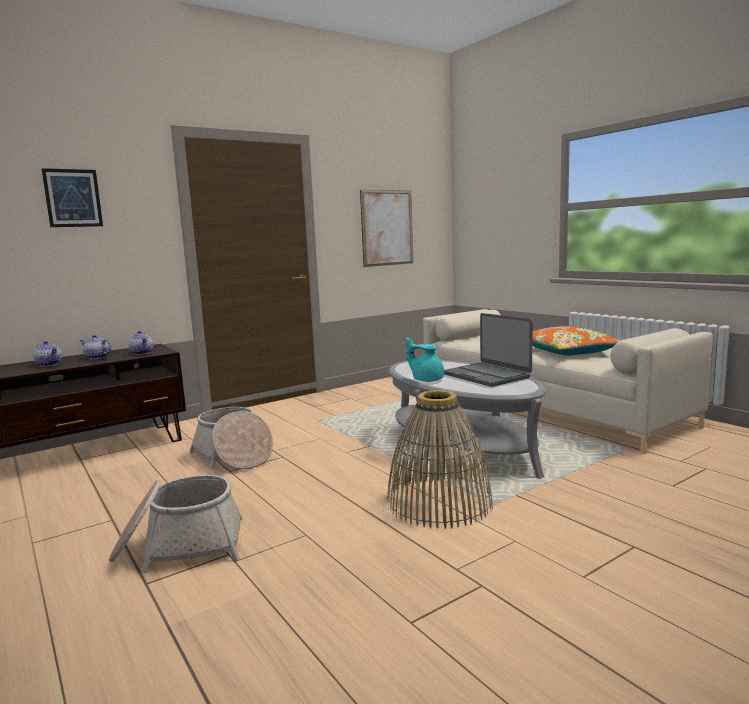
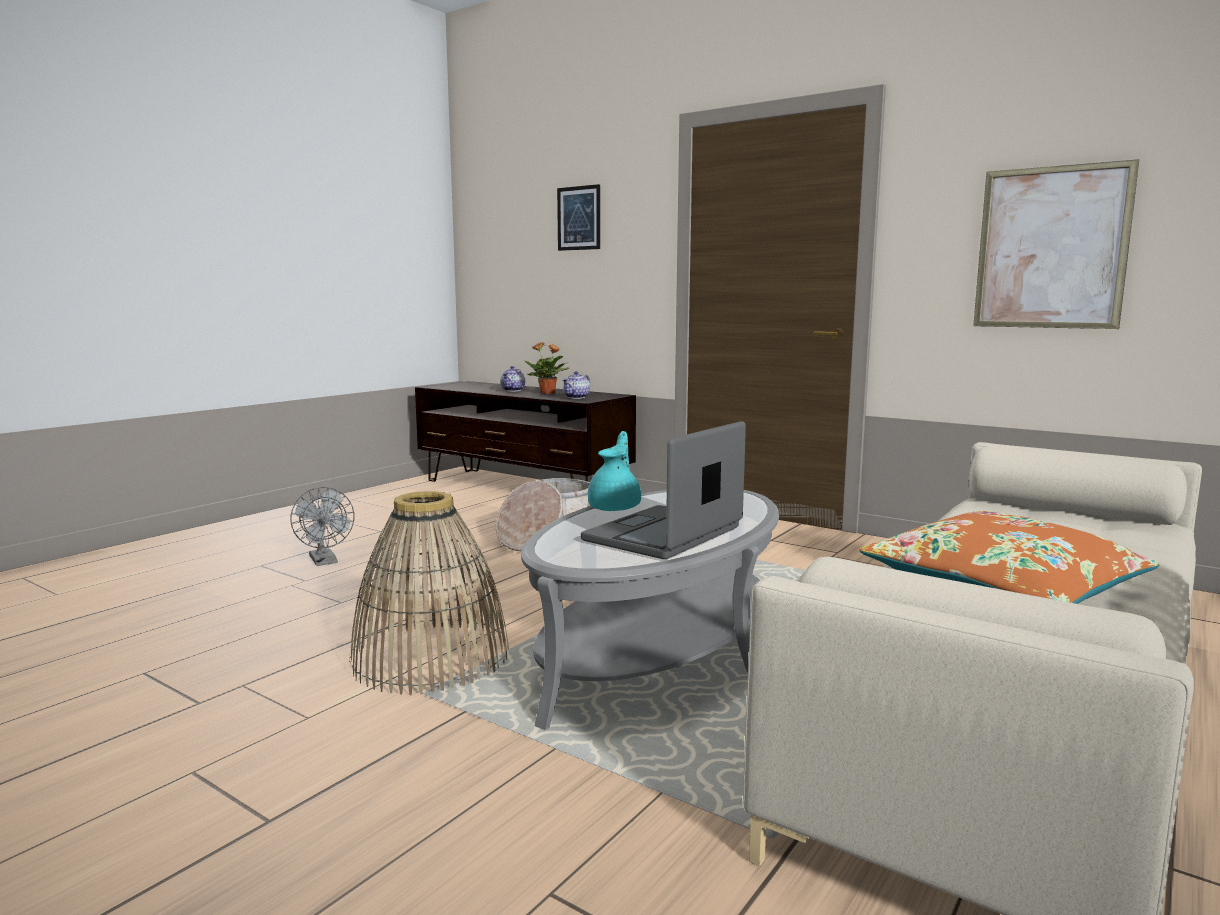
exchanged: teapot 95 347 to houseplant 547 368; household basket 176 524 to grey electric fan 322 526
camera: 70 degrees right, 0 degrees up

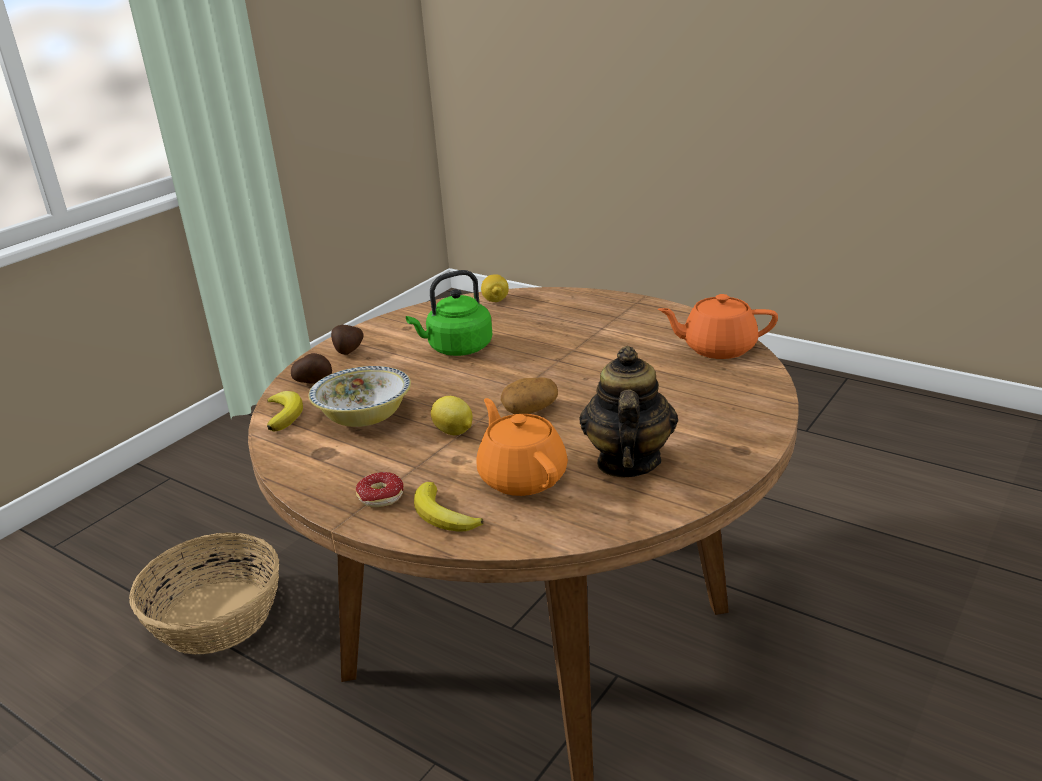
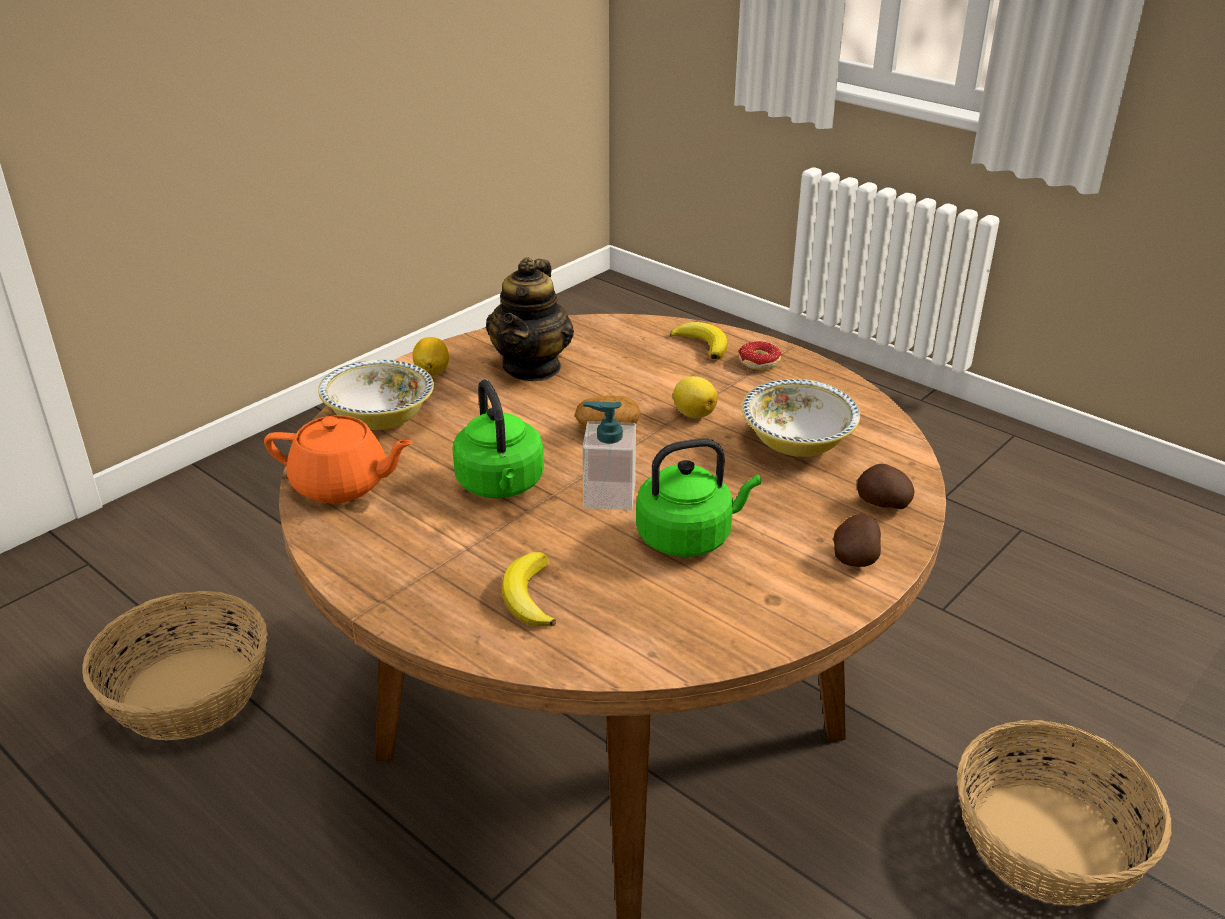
missing: orange-coloured teapot 522 447
appeared: household basket 175 665; bowl 376 395; greenish tea kettle 498 438; soap bottle 609 455
relocated: whole banana 285 411 to 528 589; lemon 495 288 to 430 356
camera: 175 degrees left, 5 degrees up

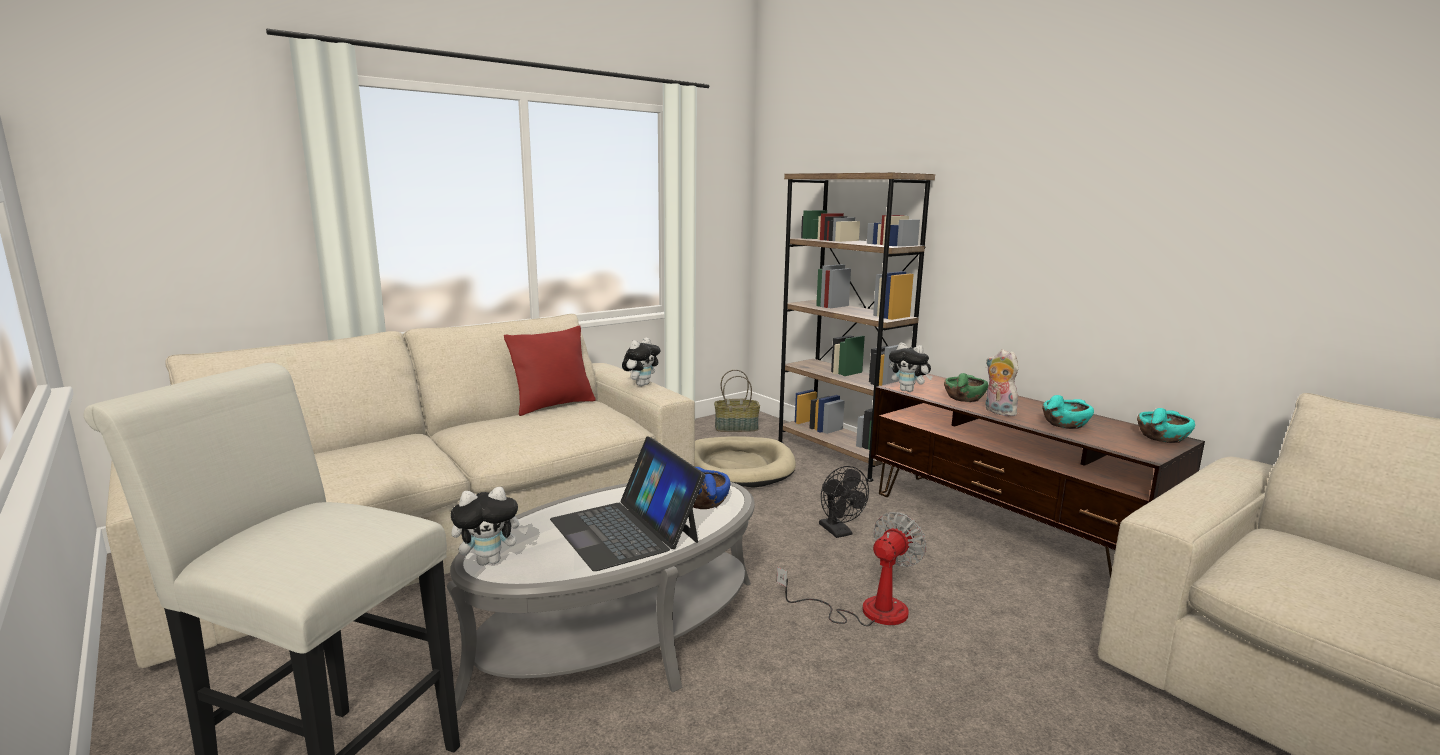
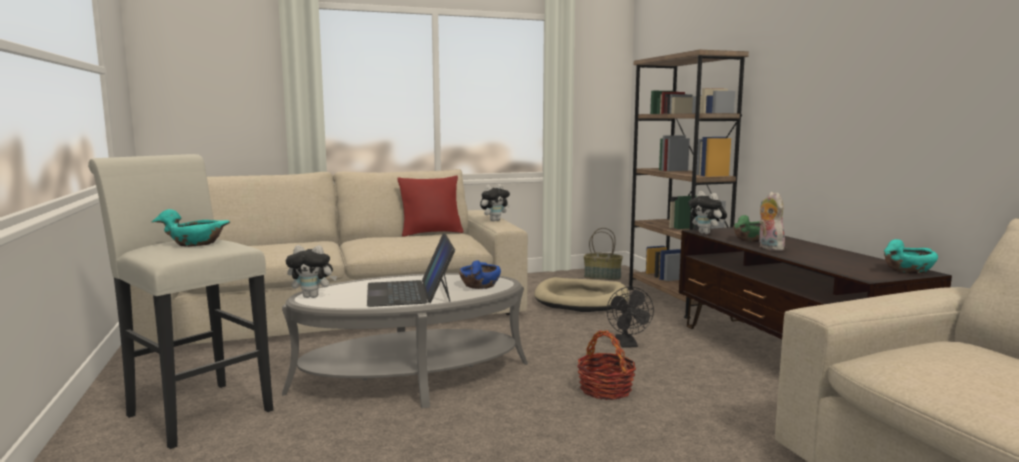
relocated: turquoise-coloured bowl 1068 412 to 191 228
exchanged: electric fan 852 569 to household basket 606 365
camera: 20 degrees right, 5 degrees down

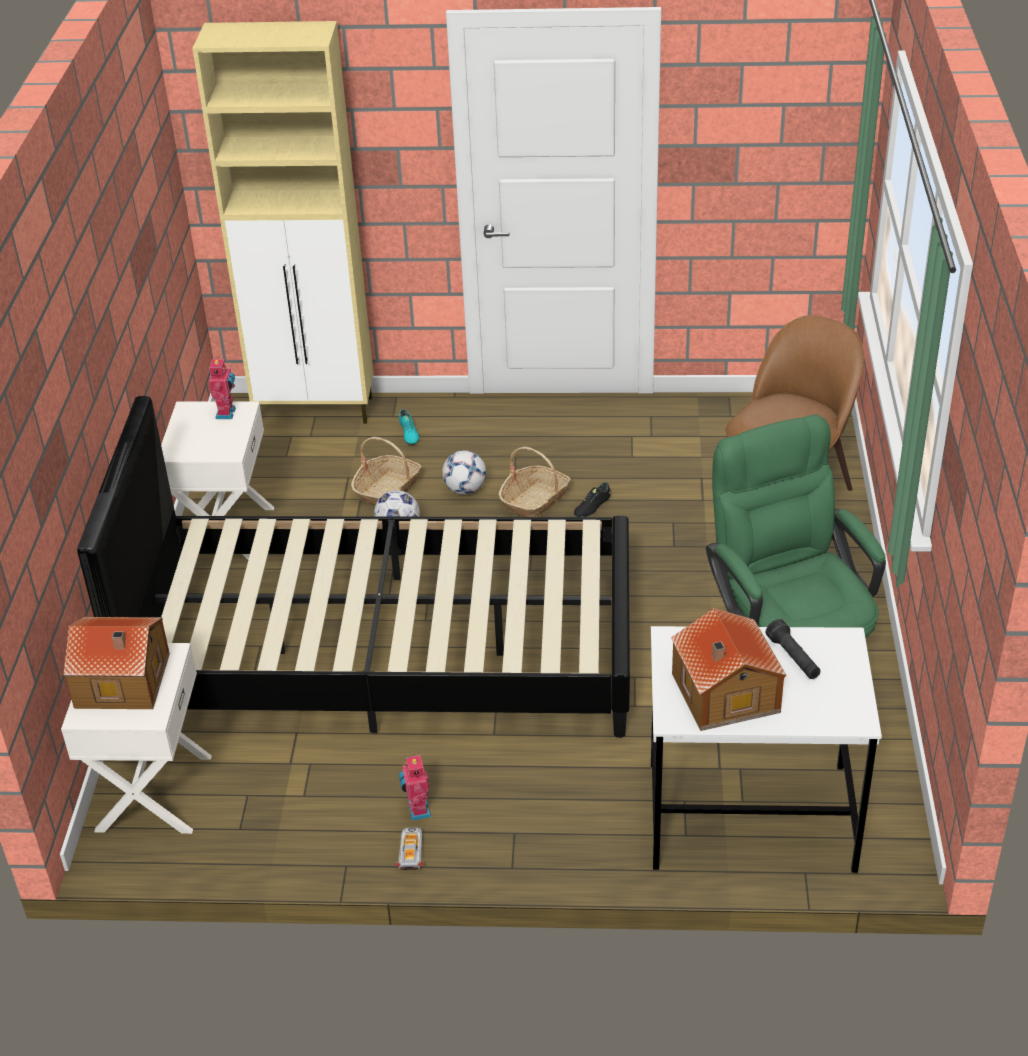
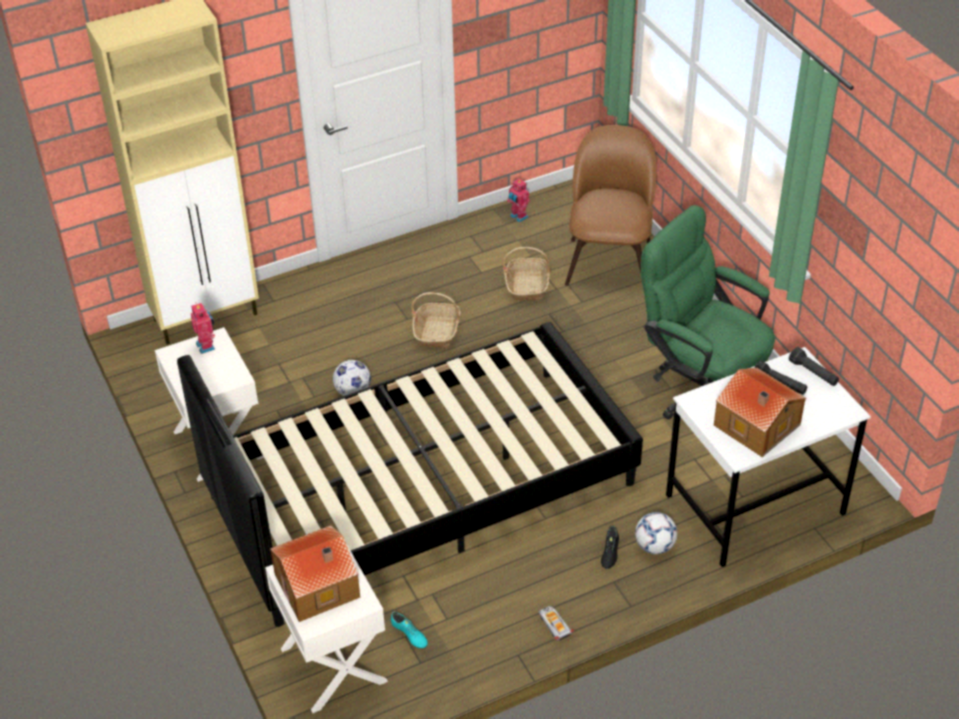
appeared: blackish hand torch 814 366
relocated: household basket 386 471 to 526 274; turquoise-coloured item of footwear 409 427 to 409 630; model robot 415 787 to 518 200; football ball 464 472 to 656 533; blackish item of footwear 592 499 to 610 547
camera: 30 degrees left, 5 degrees up

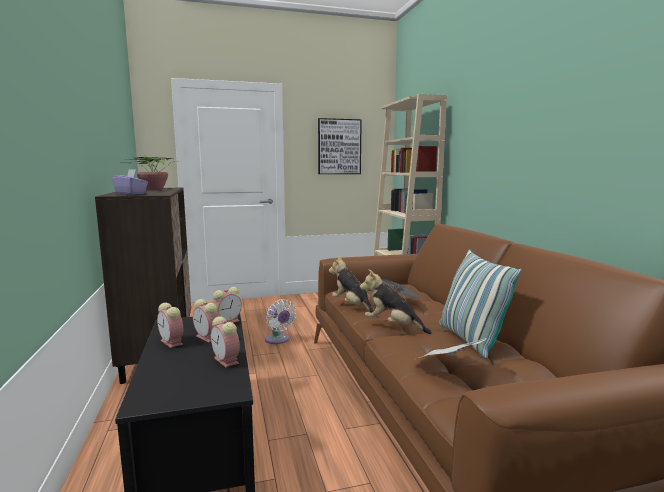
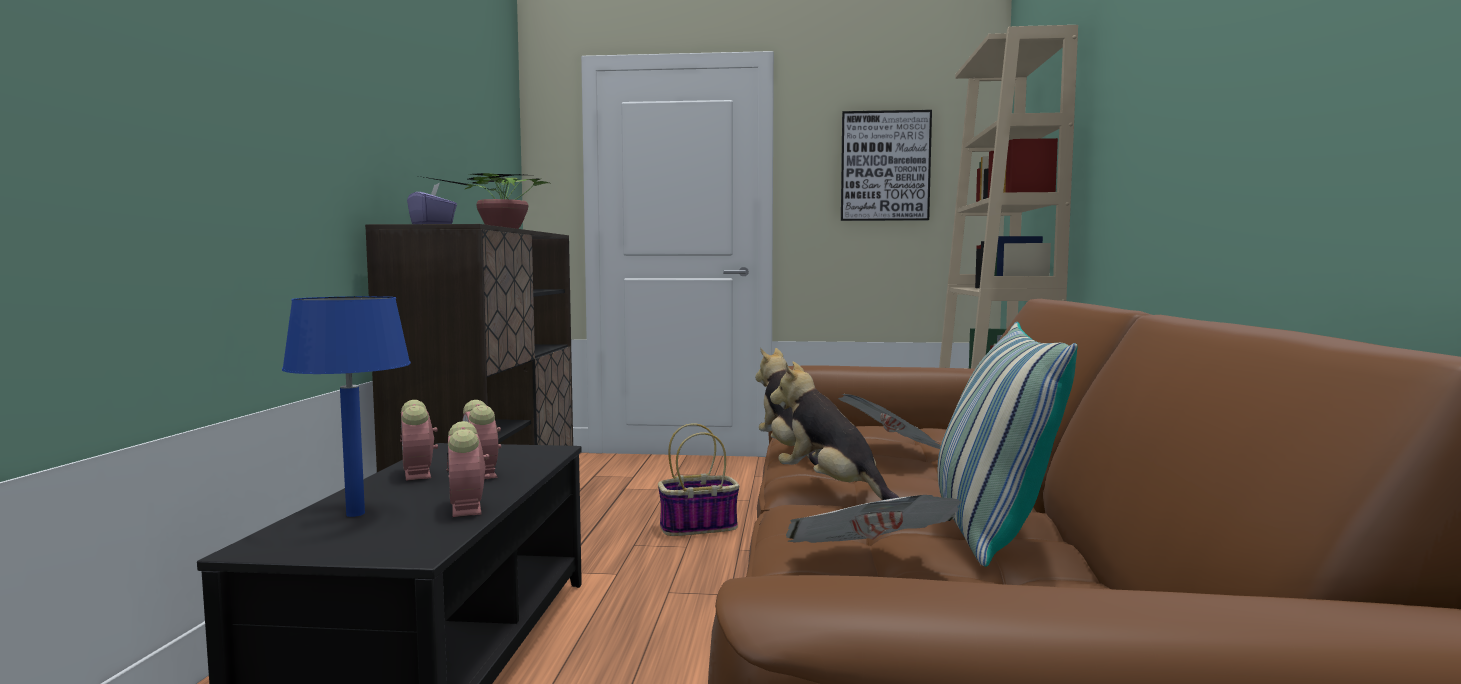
missing: table clock 227 305
appeared: blue tabletop lamp 346 406
exchanged: white electric fan 280 321 to household basket 698 479
camera: 20 degrees right, 5 degrees down

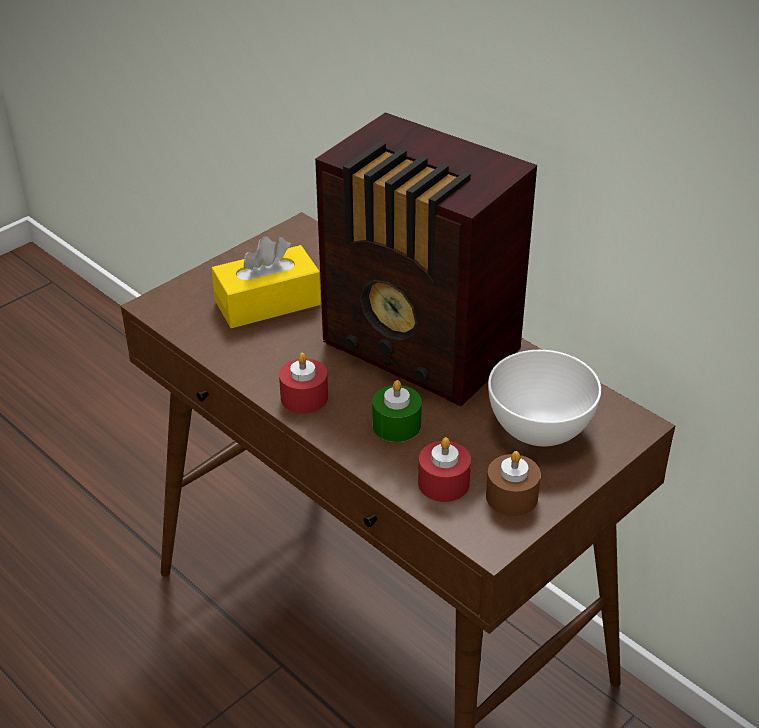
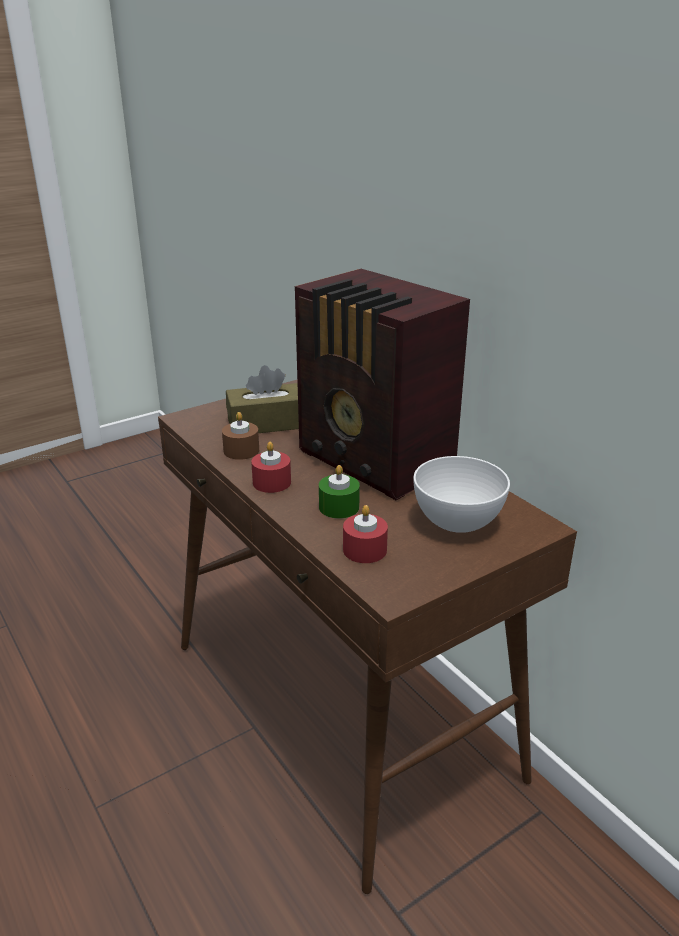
relocated: brownish candle 513 483 to 240 436
colour: yellowish tissue holder 266 282 to brownish tissue holder 262 399
camera: 10 degrees right, 10 degrees down

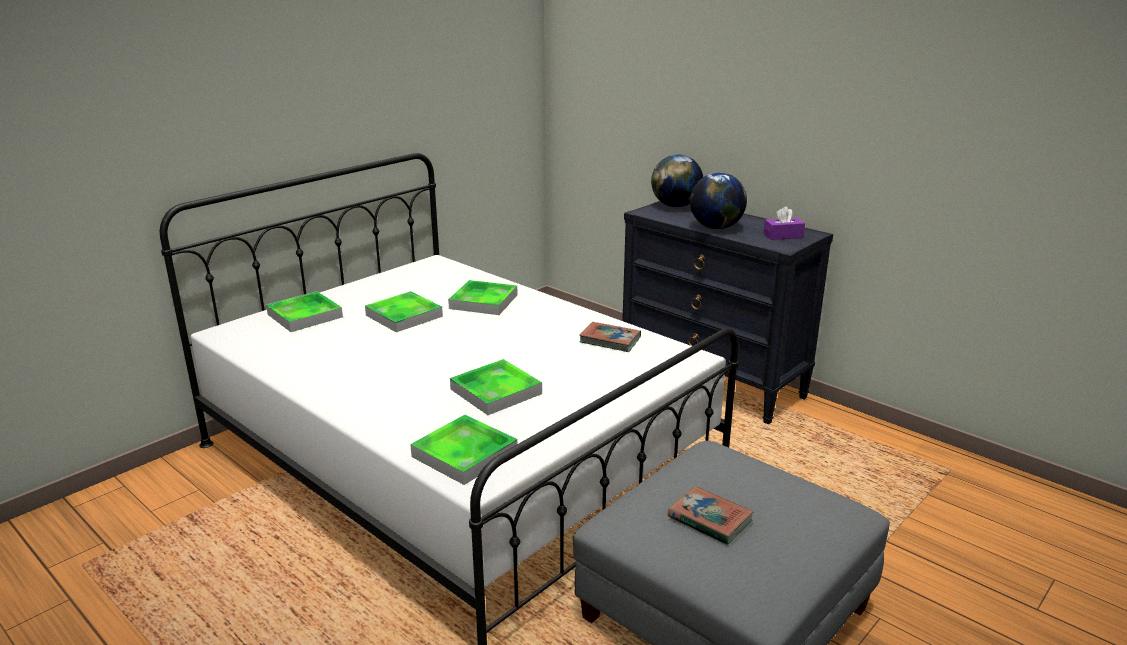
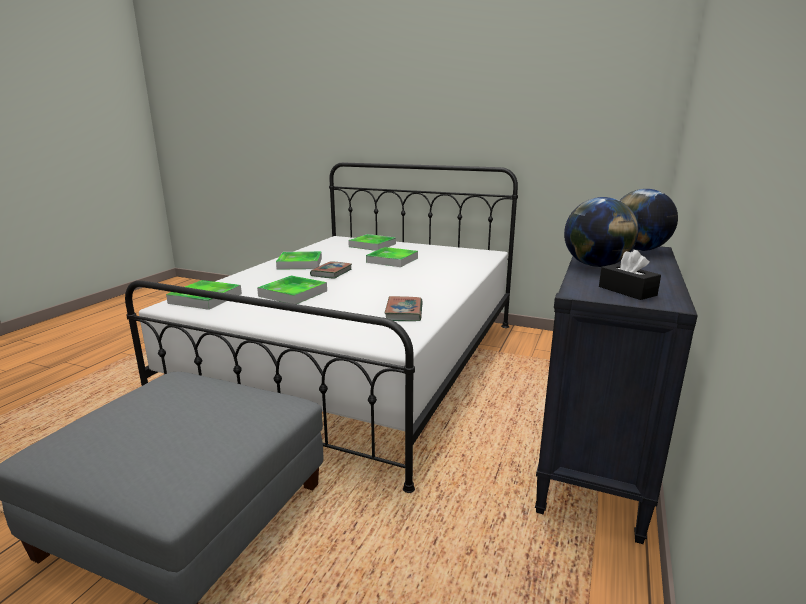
relocated: carrying tray 483 297 to 299 260; book 711 515 to 331 270
colour: purplish tissue holder 784 223 to blackish tissue holder 630 275
camera: 70 degrees right, 5 degrees down

